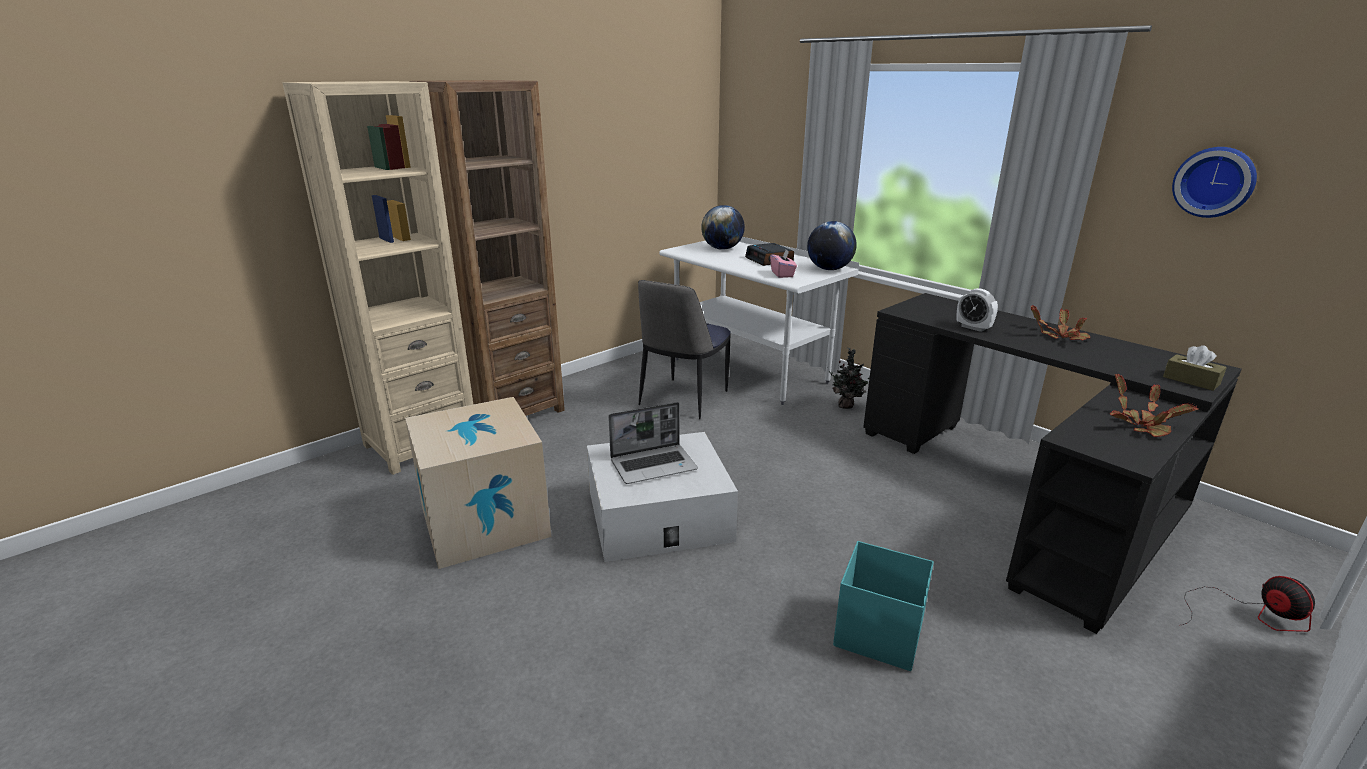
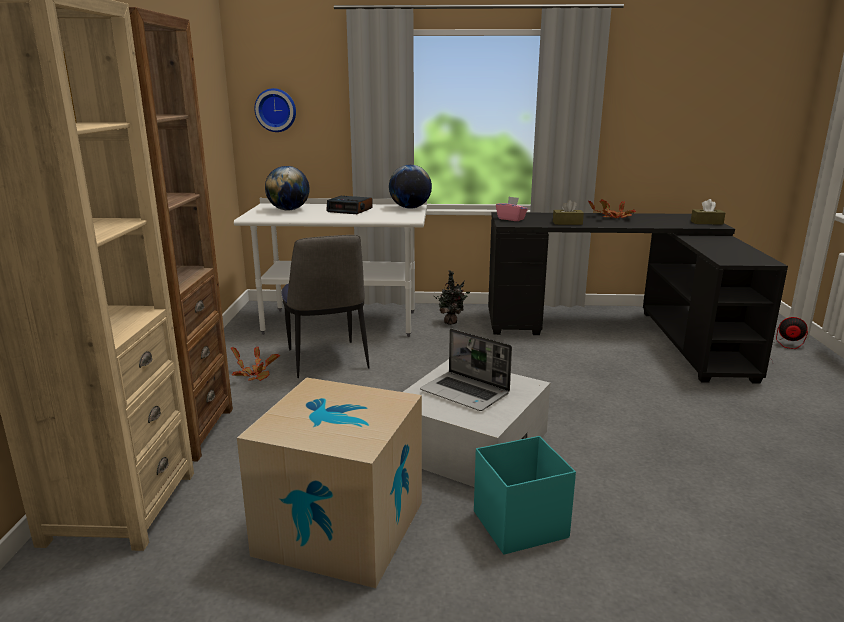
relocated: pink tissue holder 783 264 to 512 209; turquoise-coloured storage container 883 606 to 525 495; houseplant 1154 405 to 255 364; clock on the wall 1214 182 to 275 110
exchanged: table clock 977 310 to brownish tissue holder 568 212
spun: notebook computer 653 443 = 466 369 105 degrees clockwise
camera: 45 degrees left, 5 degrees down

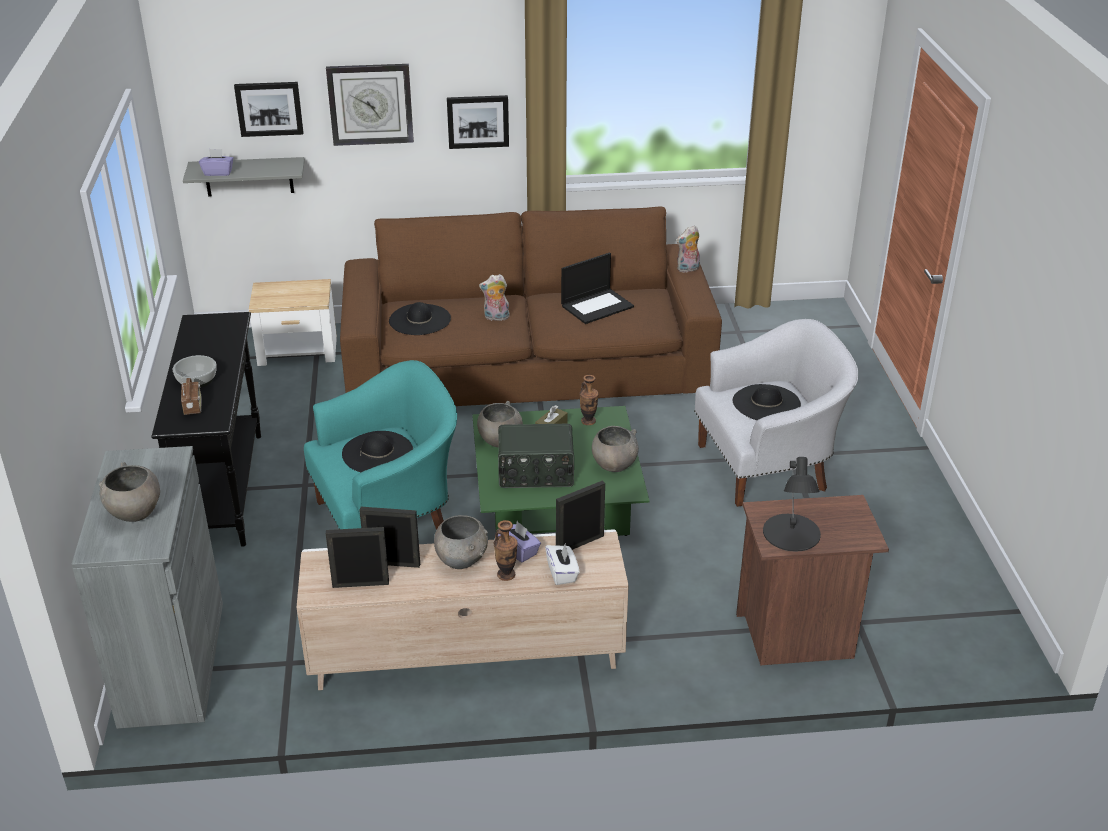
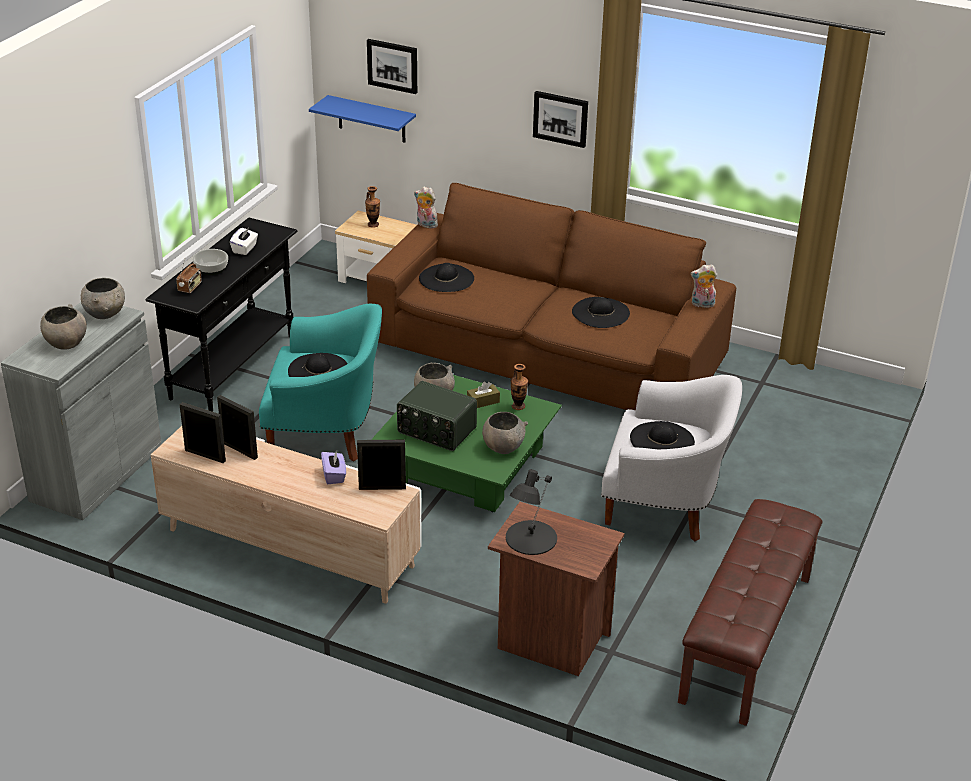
missing: purplish tissue holder 216 162; clock on the wall 370 105
appeared: brownish long seat 750 612
relocated: grey bowl 461 542 to 103 298; soft toy 494 297 to 426 207; vase 506 550 to 372 207; white tissue holder 562 564 to 244 241
exchanged: notebook computer 597 288 to blackish clothing hat 601 312
colour: grey shelf 244 177 to blue shelf 362 119
camera: 30 degrees right, 0 degrees up

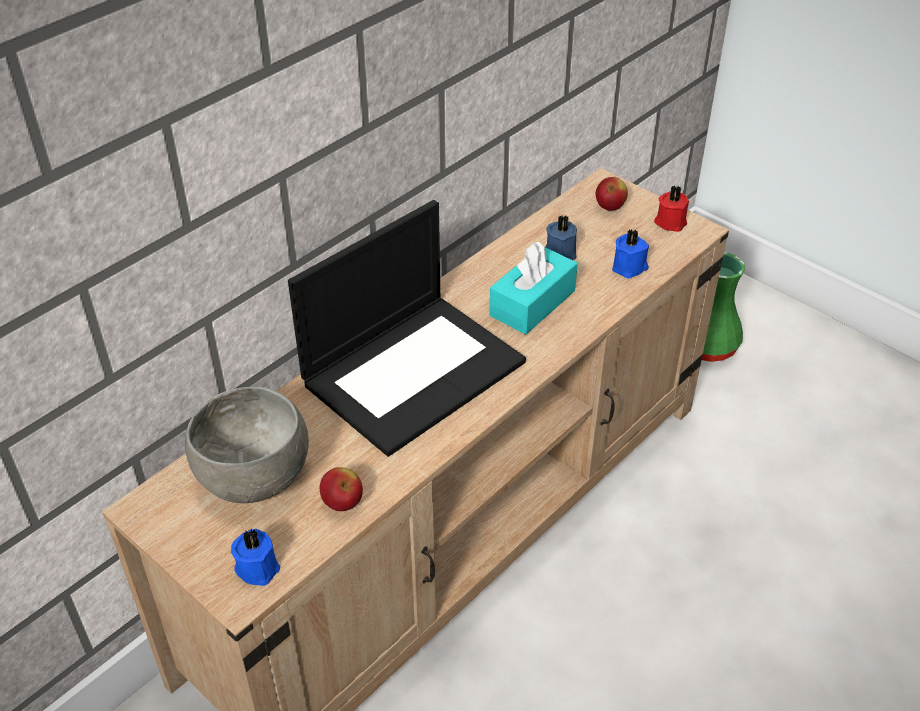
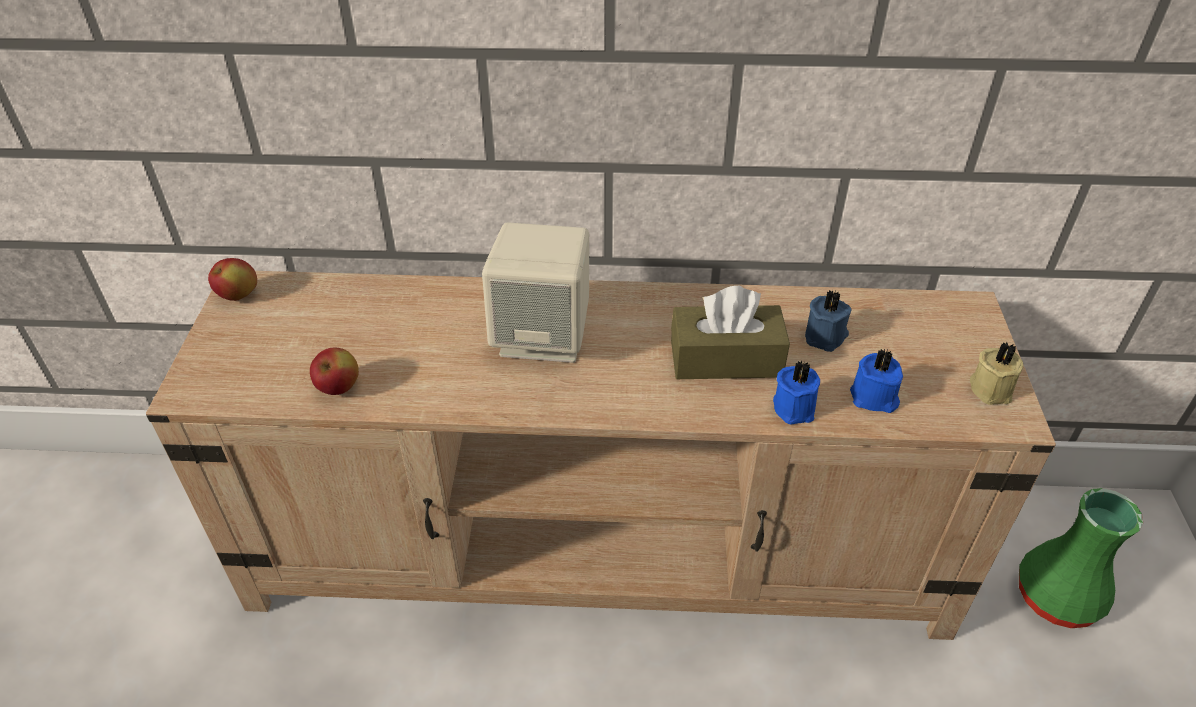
missing: grey bowl 247 445
relocated: blue candle 255 557 to 796 393; whole apple 612 194 to 232 279
exchanged: notebook computer 407 328 to beige-coloured loudspeaker 535 292
colour: turquoise-coloured tissue holder 533 288 to brownish tissue holder 730 332; red candle 671 209 to beige-coloured candle 996 373
camera: 50 degrees right, 0 degrees up

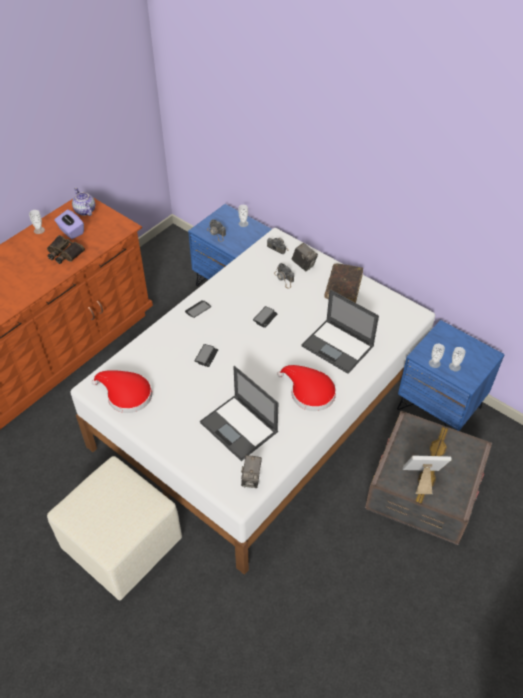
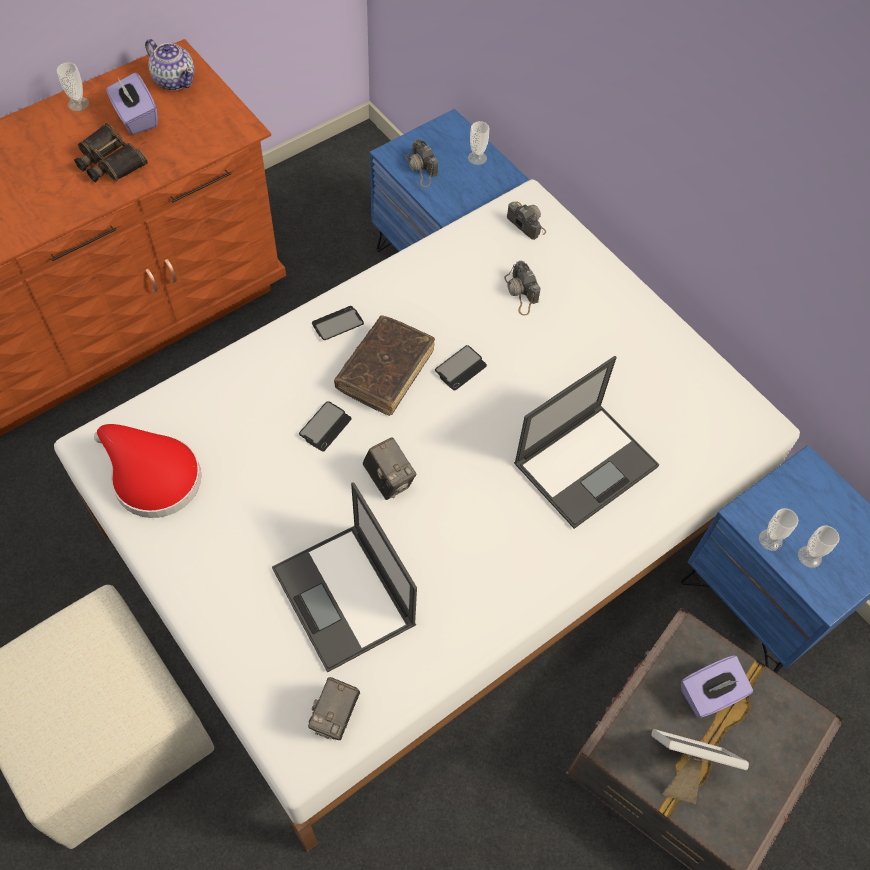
missing: red clothing hat 306 388
appeared: purplish tissue holder 717 686
relocated: still camera 305 257 to 389 468; brownish book 344 283 to 384 365
spun: teapot 83 202 = 169 64 150 degrees clockwise; notebook computer 340 331 = 586 442 90 degrees counterclockwise
camera: 10 degrees right, 10 degrees up

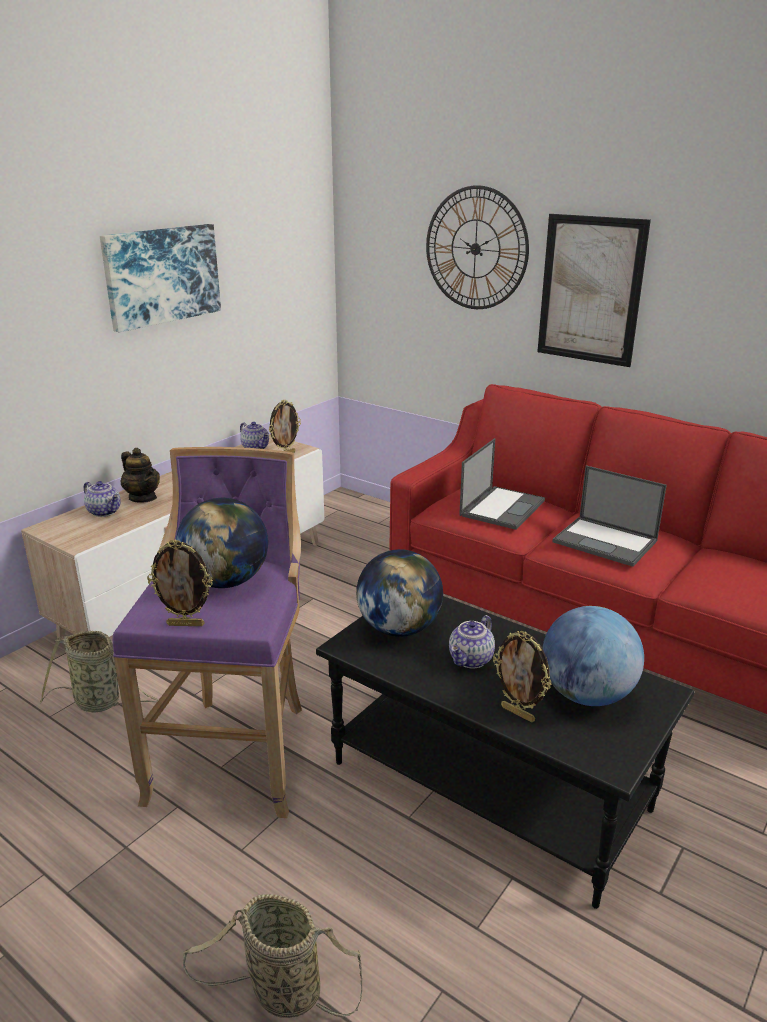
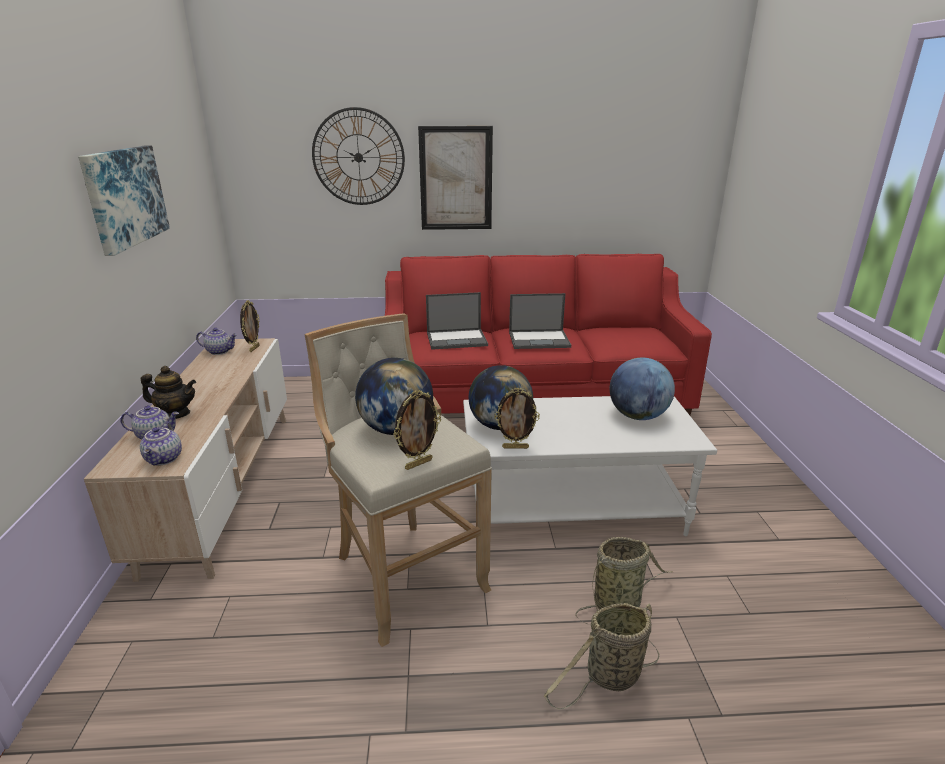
relocated: household basket 99 671 to 624 581; teapot 472 642 to 161 444; photo frame 522 676 to 517 418
colour: purplish stool 207 632 to beige-coloured stool 398 480; blackish lounge table 505 752 to white lounge table 590 466
spun: notebook computer 502 484 = 457 321 90 degrees clockwise
camera: 40 degrees left, 0 degrees up

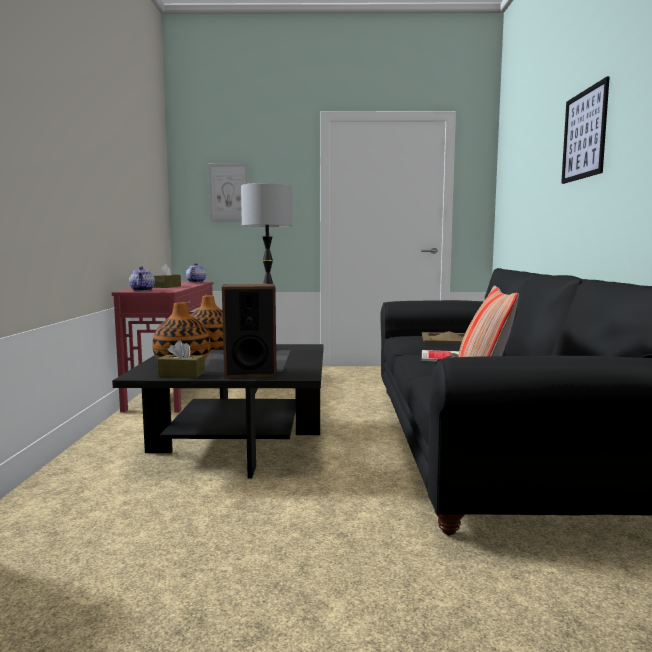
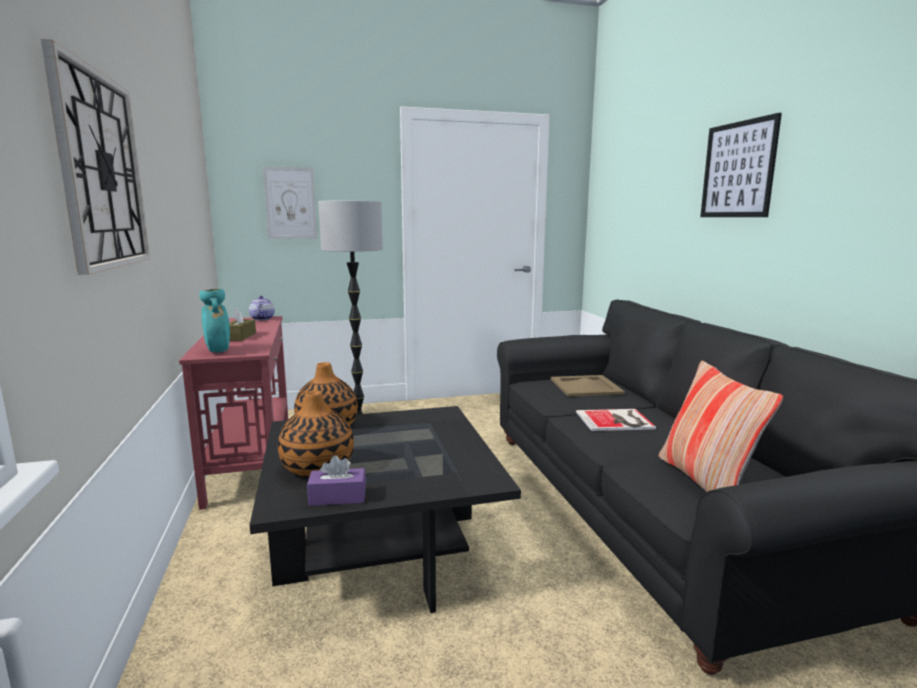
missing: loudspeaker 249 331
appeared: clock on the wall 95 157
exchanged: teapot 142 278 to turquoise-coloured vase 214 320
colour: brownish tissue holder 181 359 to purplish tissue holder 336 480
camera: 15 degrees left, 5 degrees up

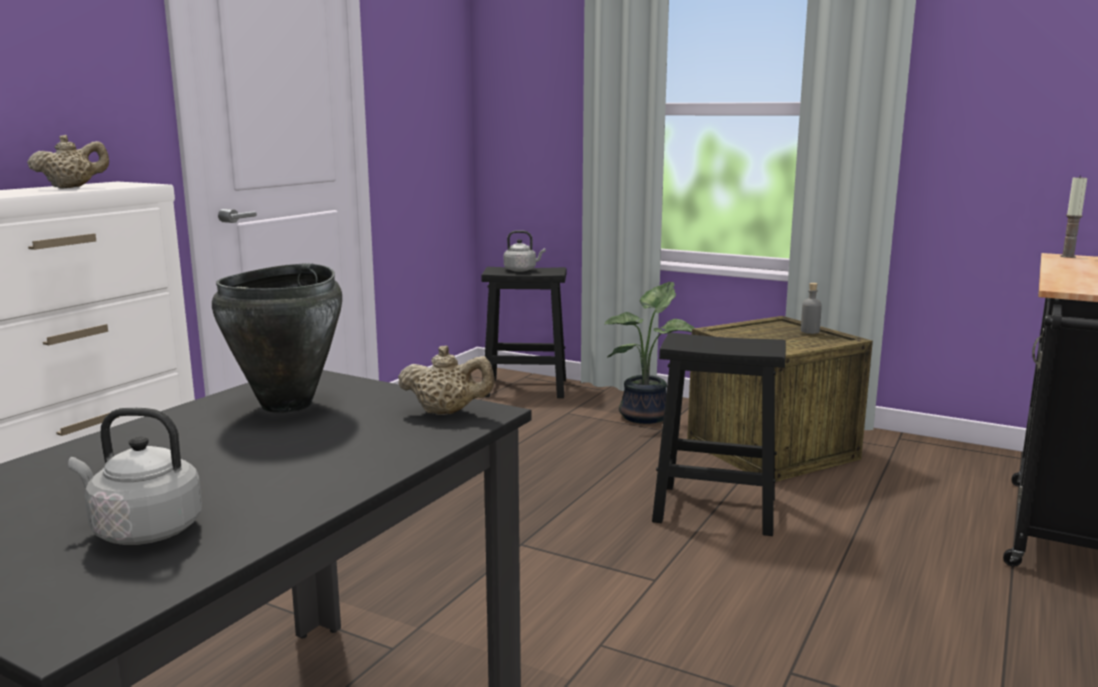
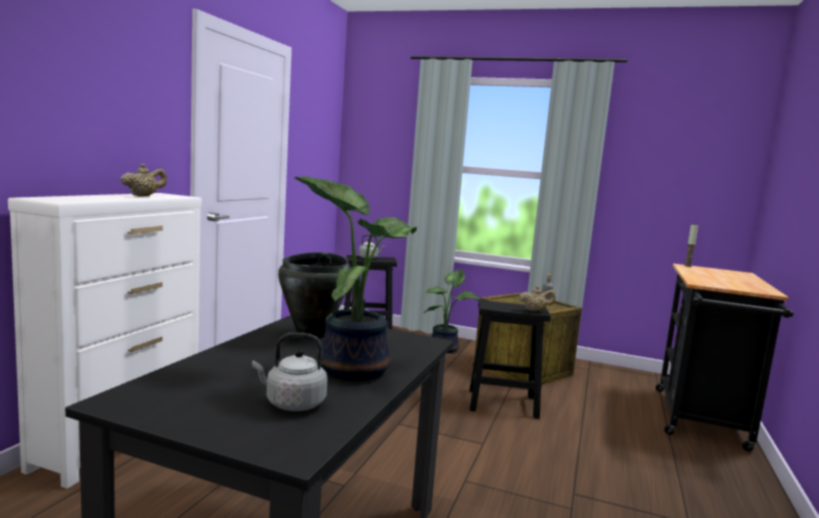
appeared: houseplant 355 278
relocated: beige-coloured teapot 446 380 to 537 298
camera: 10 degrees left, 5 degrees down

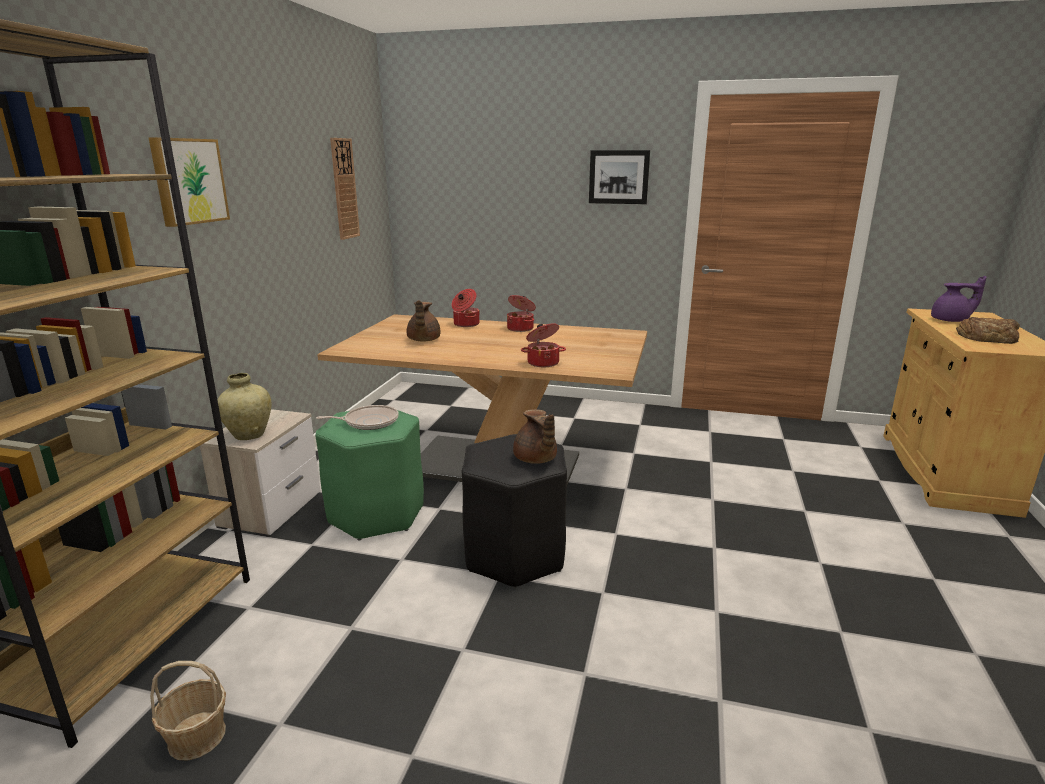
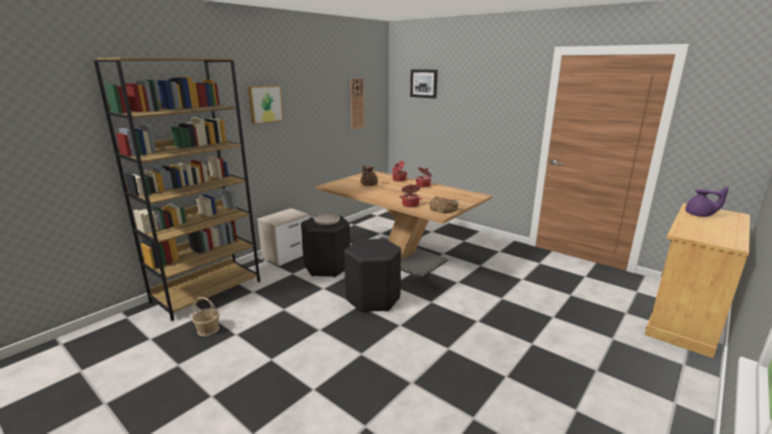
missing: beige-coloured vase 244 406; brownish teapot 535 436
relocated: picture 619 177 to 424 83; bakery bread 988 330 to 444 204
colour: greenish stool 369 475 to blackish stool 325 246
camera: 25 degrees right, 0 degrees up

